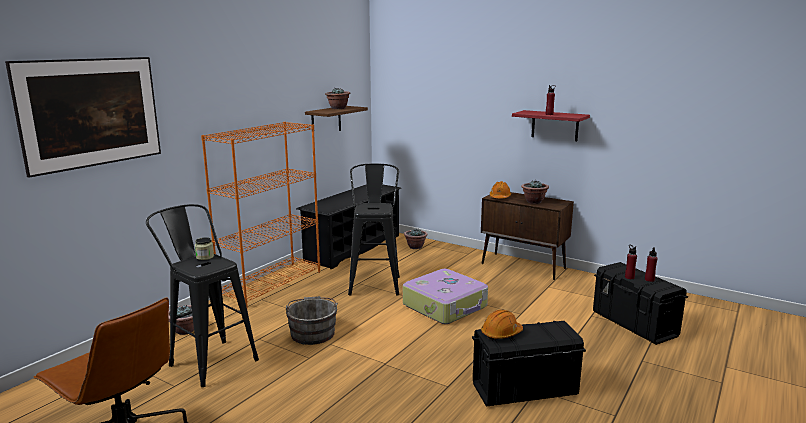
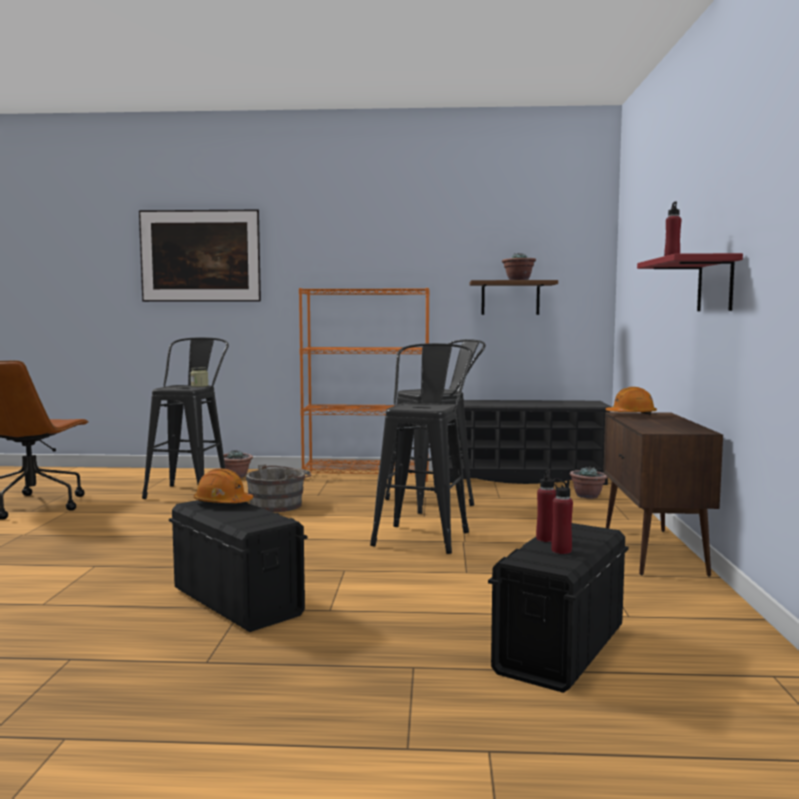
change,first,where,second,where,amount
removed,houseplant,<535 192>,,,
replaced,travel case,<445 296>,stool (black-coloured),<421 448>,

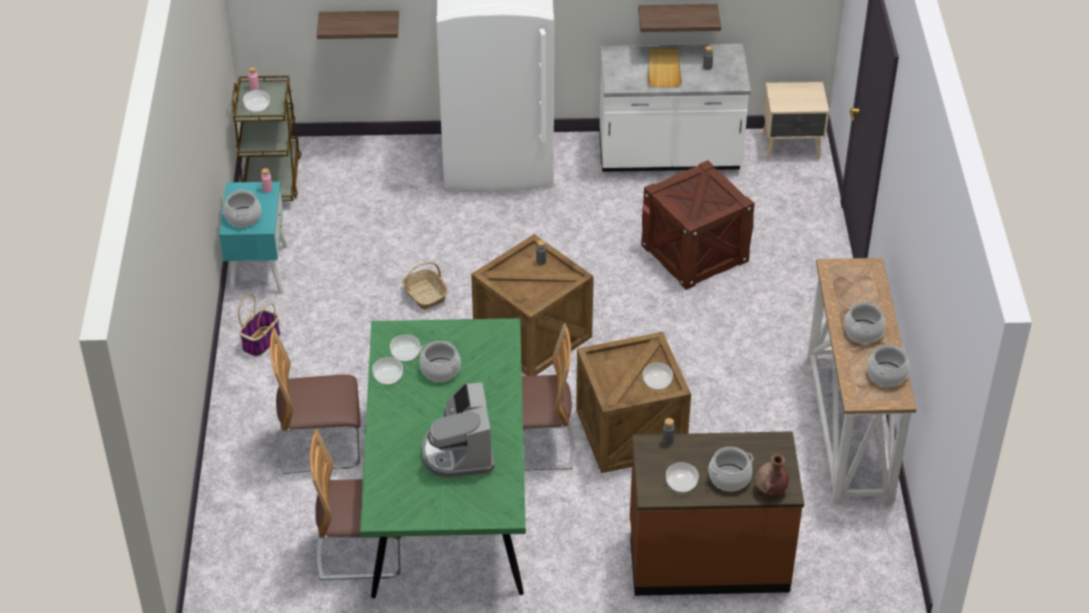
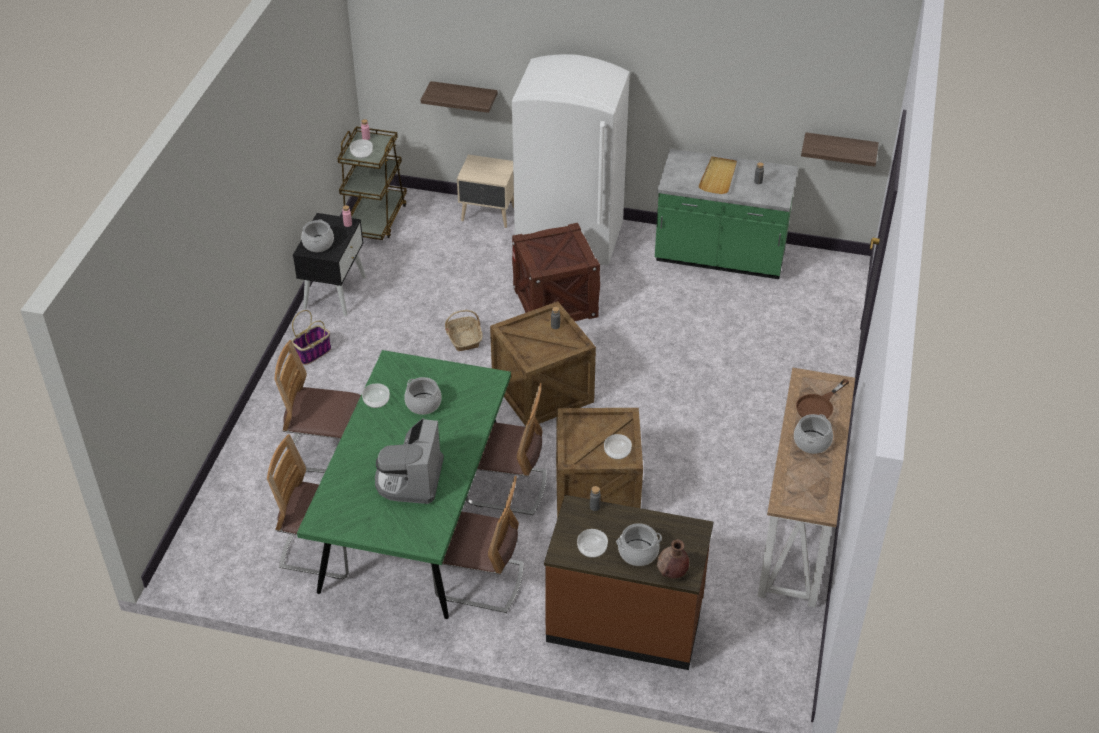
change,first,where,second,where,amount
moved,wall shelf,<679 18>,,<840 149>,
recoloured,counter (white),<675 108>,counter (greenish),<726 214>,
moved,night table (beige-coloured),<795 120>,,<485 191>,
moved,crate,<698 225>,,<556 272>,
recoloured,night table (turquoise),<253 238>,night table (black-coloured),<329 264>,
removed,deep dish,<405 348>,,,
removed,stockpot,<888 366>,,,
added,,,pan (brown-coloured),<823 399>,
added,,,plain chair,<477 544>,

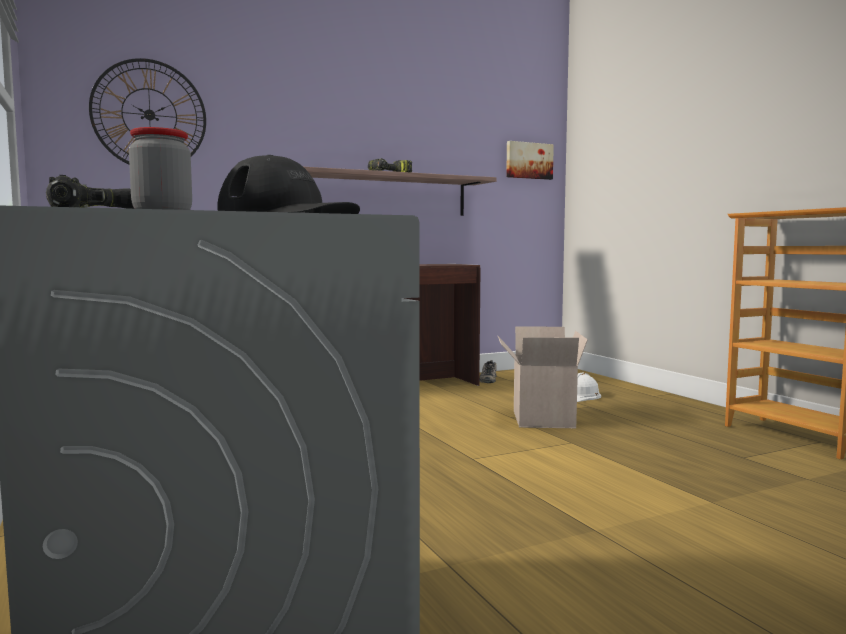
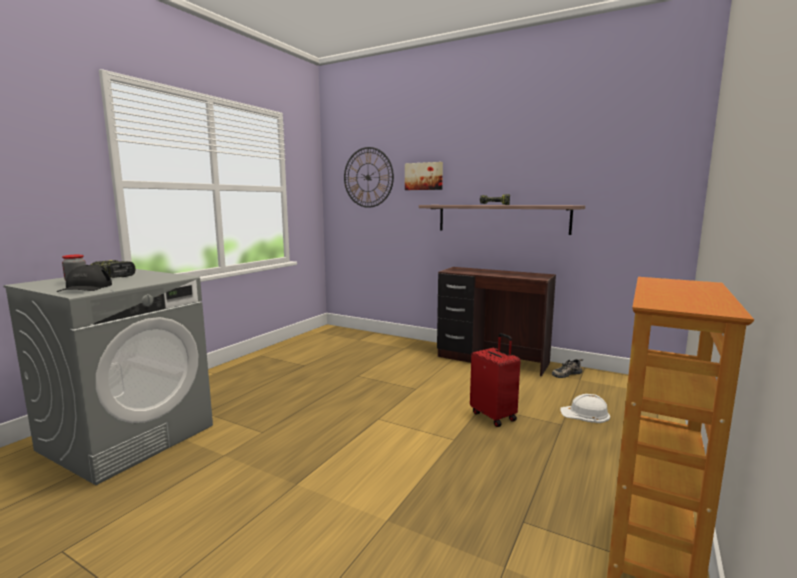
change,first,where,second,where,amount
moved,picture,<530 160>,,<424 176>,
replaced,cardboard box,<543 377>,travel case (red),<495 380>,

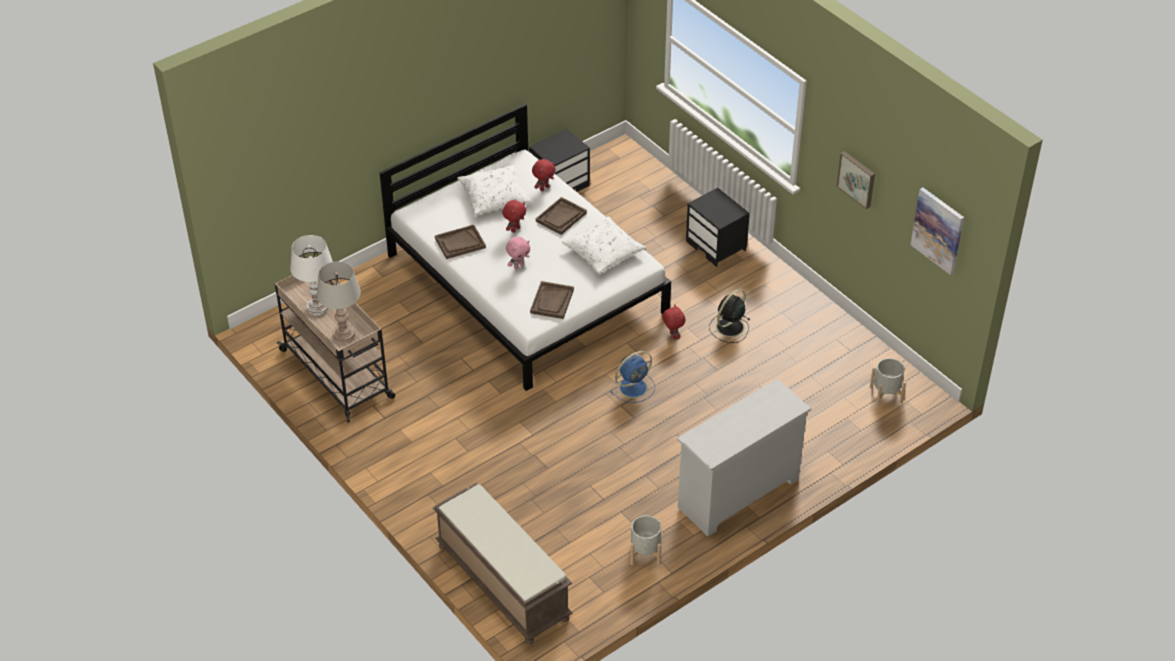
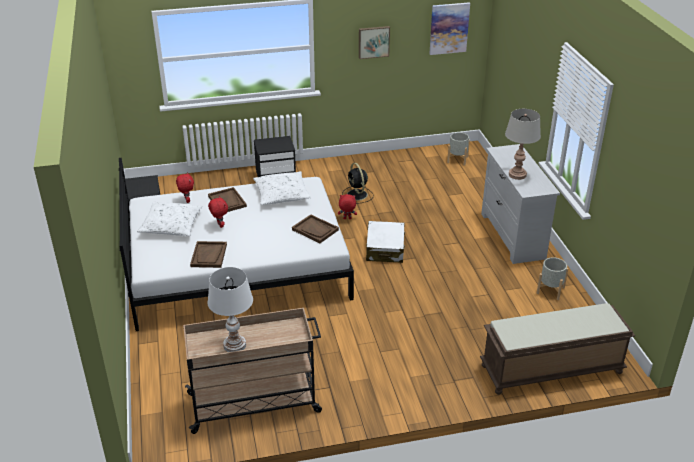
change,first,where,second,where,amount
removed,plush toy (pink-coloured),<518 252>,,,
moved,tabletop lamp (gray),<339 302>,,<523 144>,
replaced,cooling fan (blue),<632 377>,travel case (white),<385 242>,

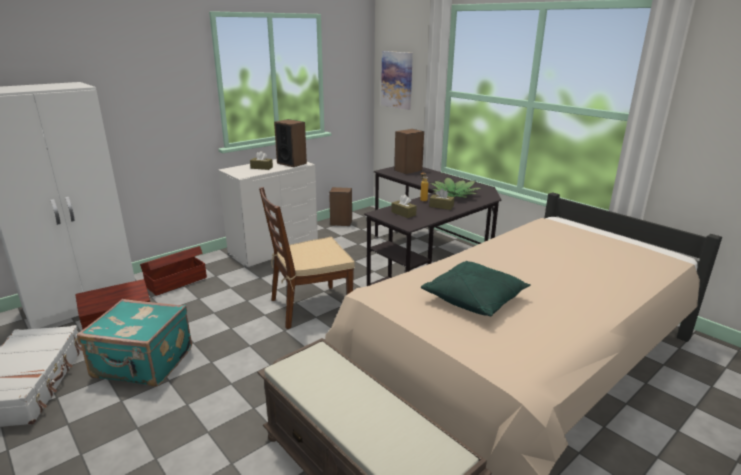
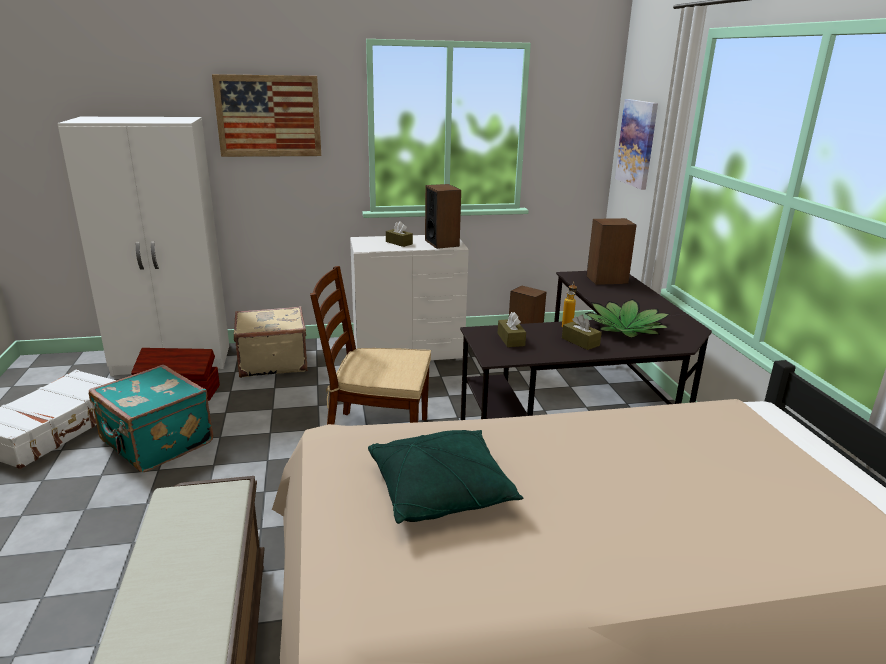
change,first,where,second,where,amount
replaced,storage container (brown-coloured),<173 271>,travel case (beige-coloured),<271 342>,
added,,,picture,<266 115>,

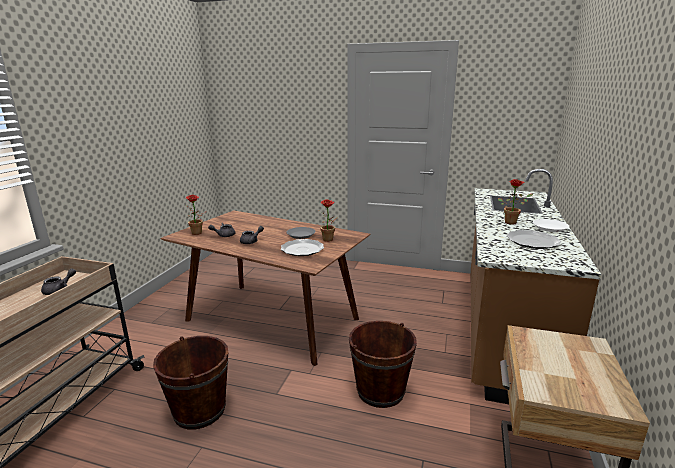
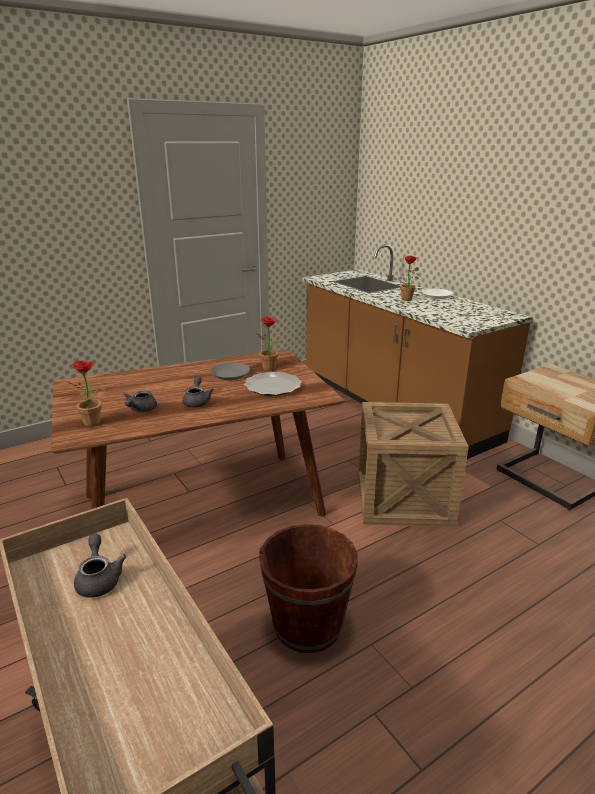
change,first,where,second,where,amount
removed,flat dish,<533 239>,,,
replaced,pail (brown-coloured),<383 364>,crate,<413 464>,

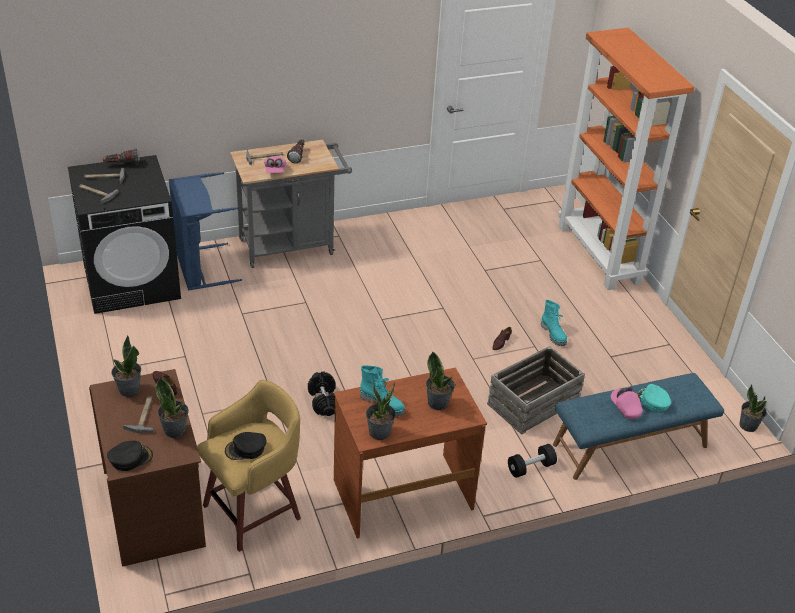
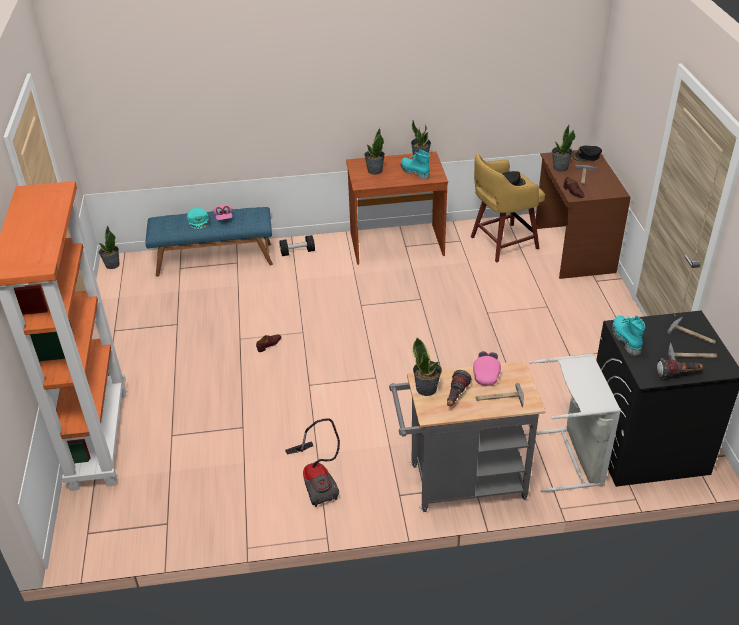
change,first,where,second,where,amount
recoloured,hamper (blue),<205 231>,hamper (gray),<572 423>,
moved,boot (turquoise),<554 323>,,<628 335>,
moved,houseplant,<126 366>,,<427 367>,
removed,crate,<536 390>,,,
removed,hand weight (black-coloured),<321 393>,,,
added,,,vacuum,<312 462>,

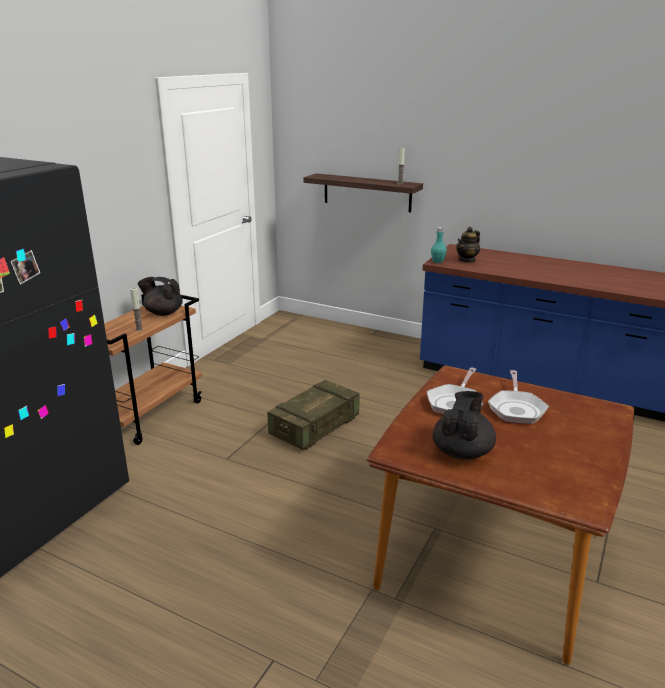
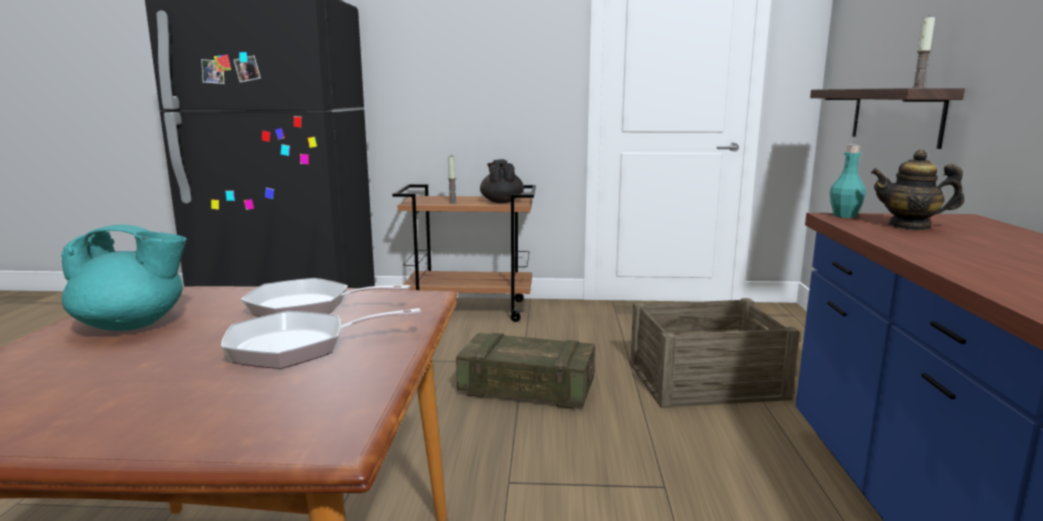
change,first,where,second,where,amount
recoloured,pot for tea (black-coloured),<464 425>,pot for tea (turquoise),<124 277>,
added,,,crate,<715 353>,

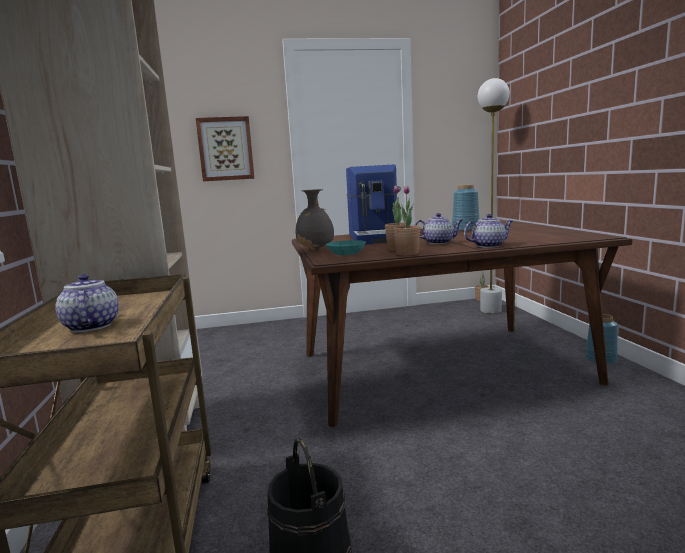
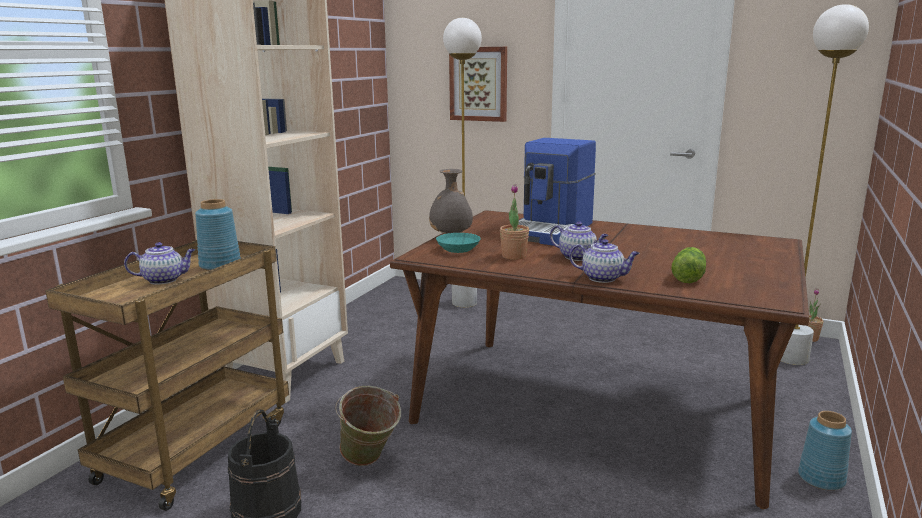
change,first,where,second,where,amount
moved,decorative vase (blue),<465 208>,,<218 235>,
removed,houseplant,<406 220>,,,
turned,pot for tea,<87 303>,,<159 263>,60 degrees clockwise
added,,,standard lamp (white),<462 163>,
added,,,head of lettuce,<688 265>,
added,,,pail (greenish),<368 426>,

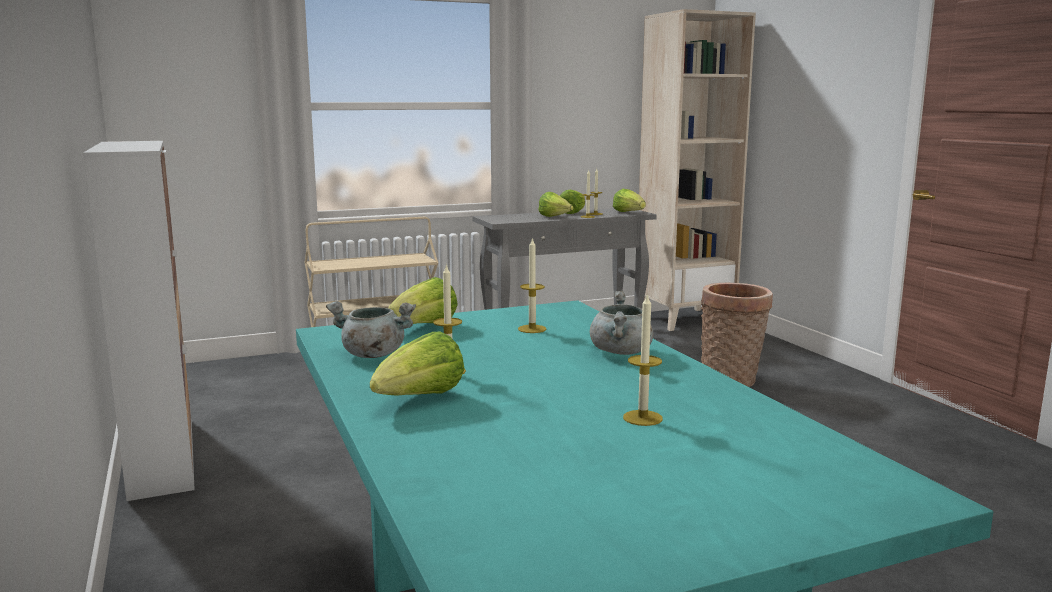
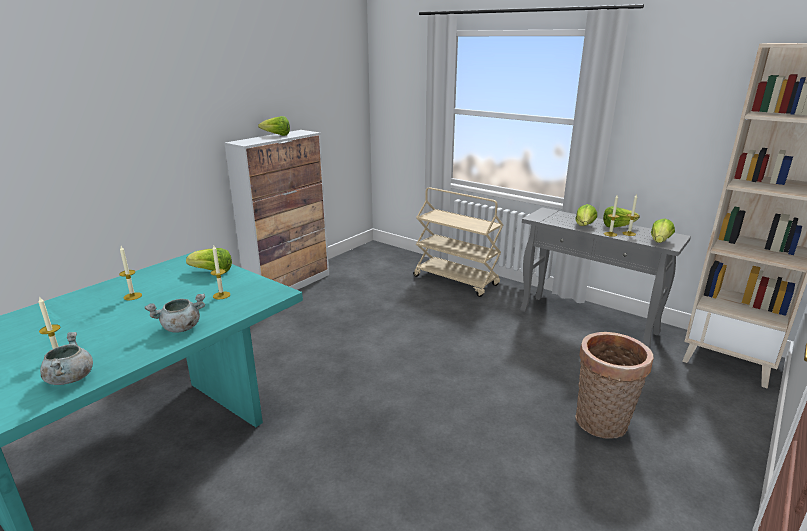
change,first,where,second,where,amount
moved,stockpot (gray),<371 329>,,<66 358>,
moved,head of lettuce,<417 364>,,<274 126>,

